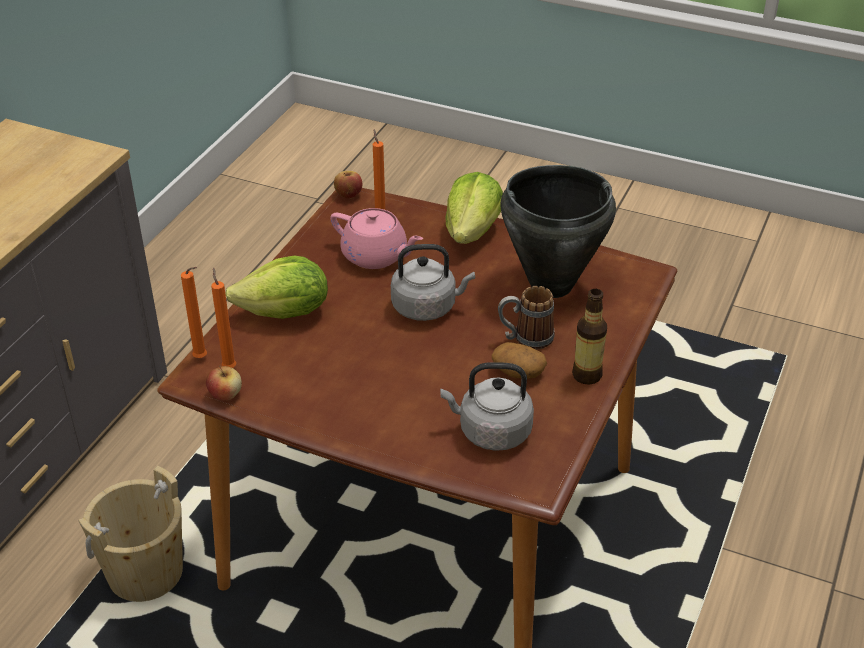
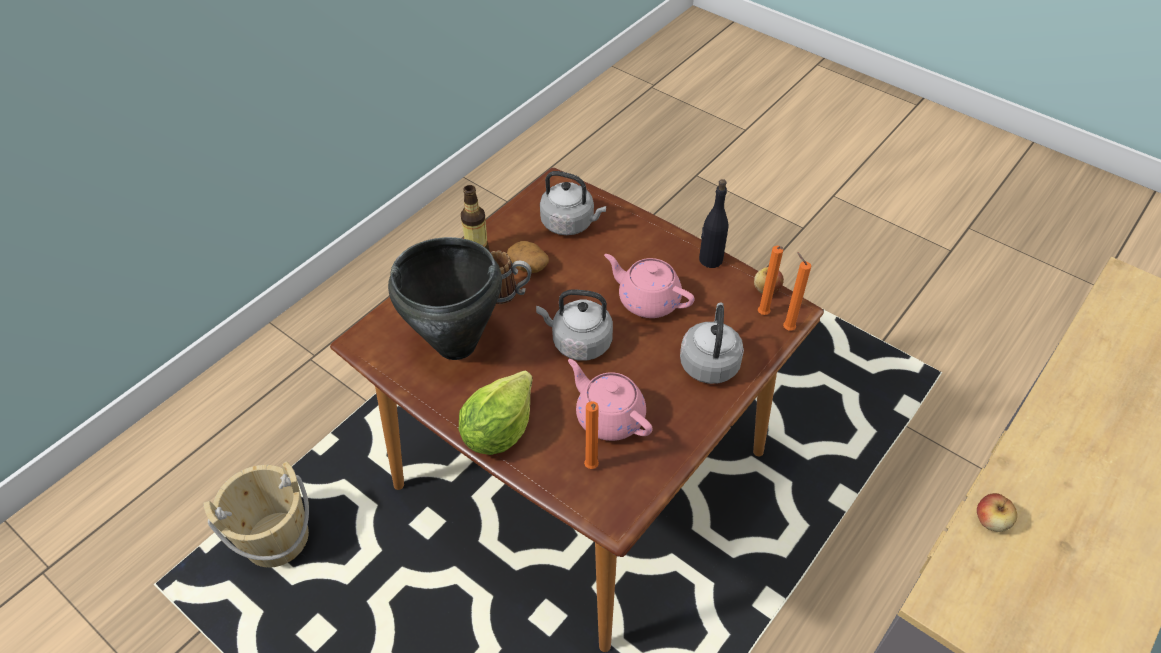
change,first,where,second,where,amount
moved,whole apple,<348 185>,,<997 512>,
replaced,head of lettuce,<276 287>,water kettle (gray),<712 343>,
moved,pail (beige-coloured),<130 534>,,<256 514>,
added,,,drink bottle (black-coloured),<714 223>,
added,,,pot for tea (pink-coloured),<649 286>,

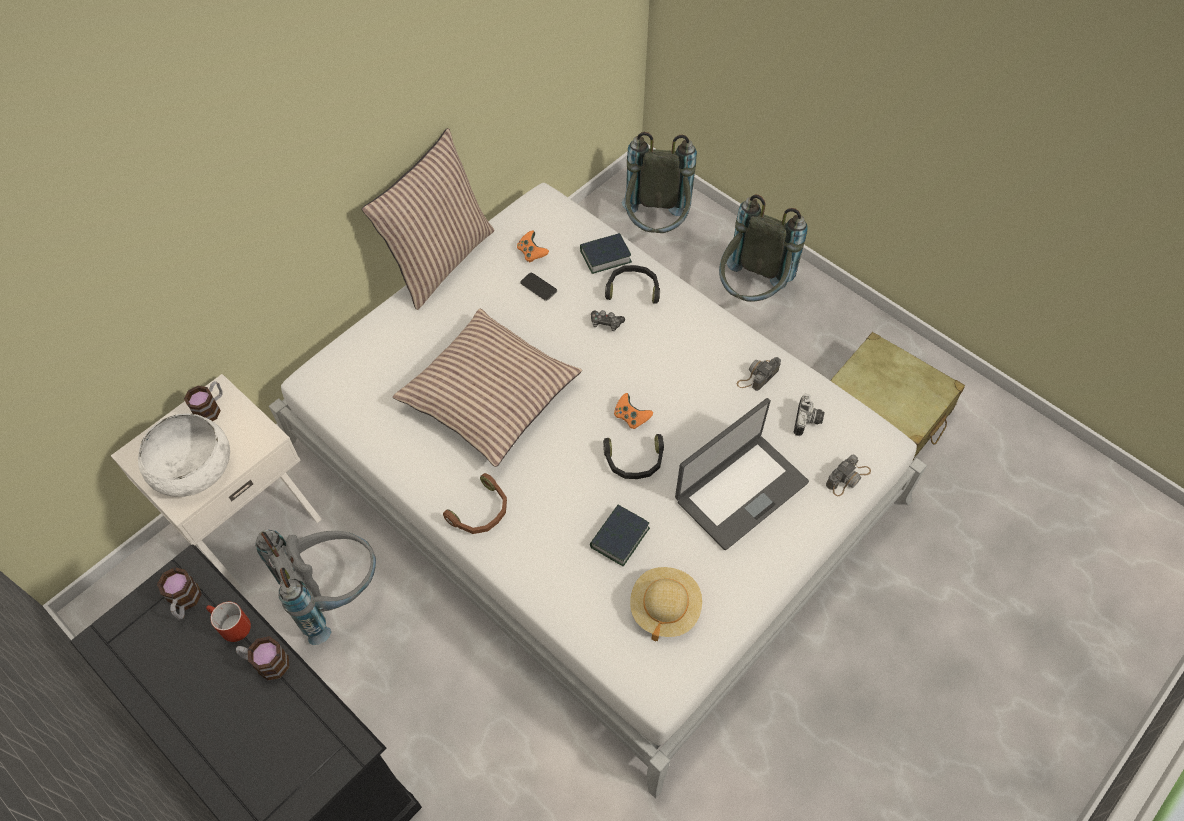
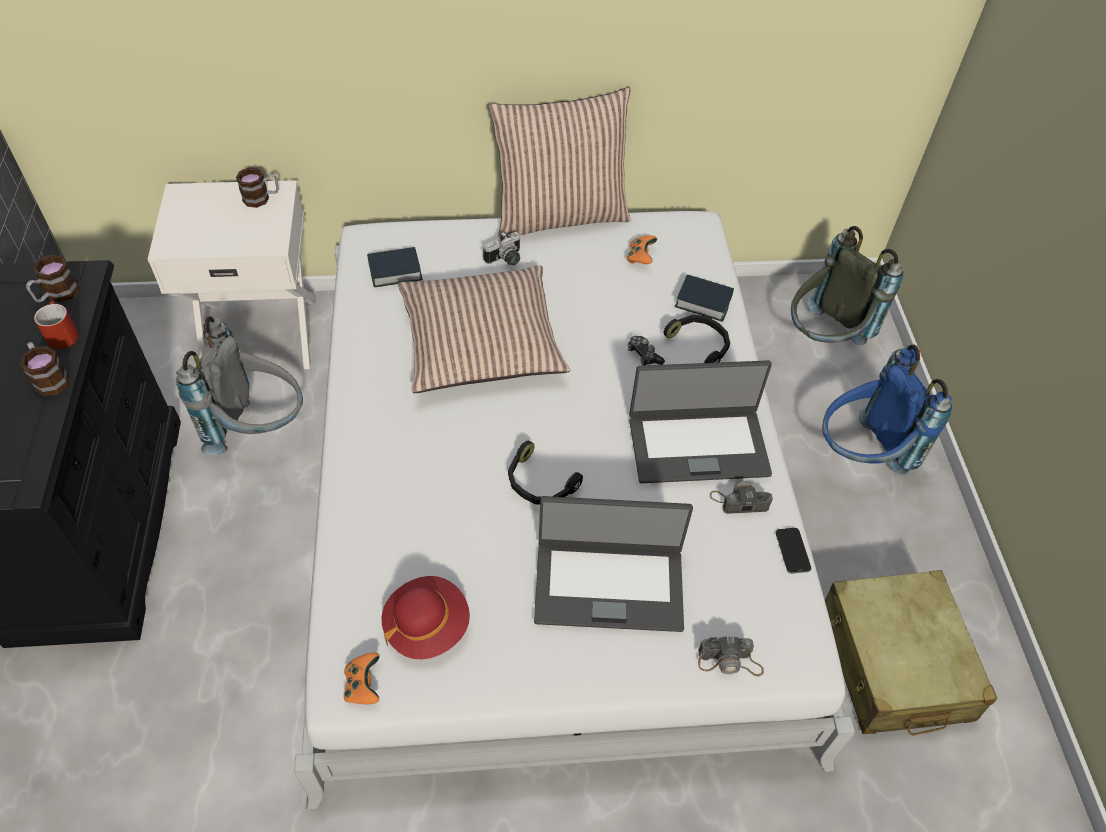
change,first,where,second,where,amount
recoloured,rucksack (gray),<763 248>,rucksack (blue),<887 410>,
moved,telephone,<538 287>,,<793 551>,
moved,game controller (orangey),<633 411>,,<362 678>,
moved,still camera,<809 415>,,<501 249>,
removed,deep dish (white),<184 455>,,,
removed,pair of headphones (brown-coloured),<475 503>,,,
moved,volume,<620 535>,,<395 267>,
recoloured,hat (beige-coloured),<666 604>,hat (red),<425 617>,
added,,,laptop,<700 421>,

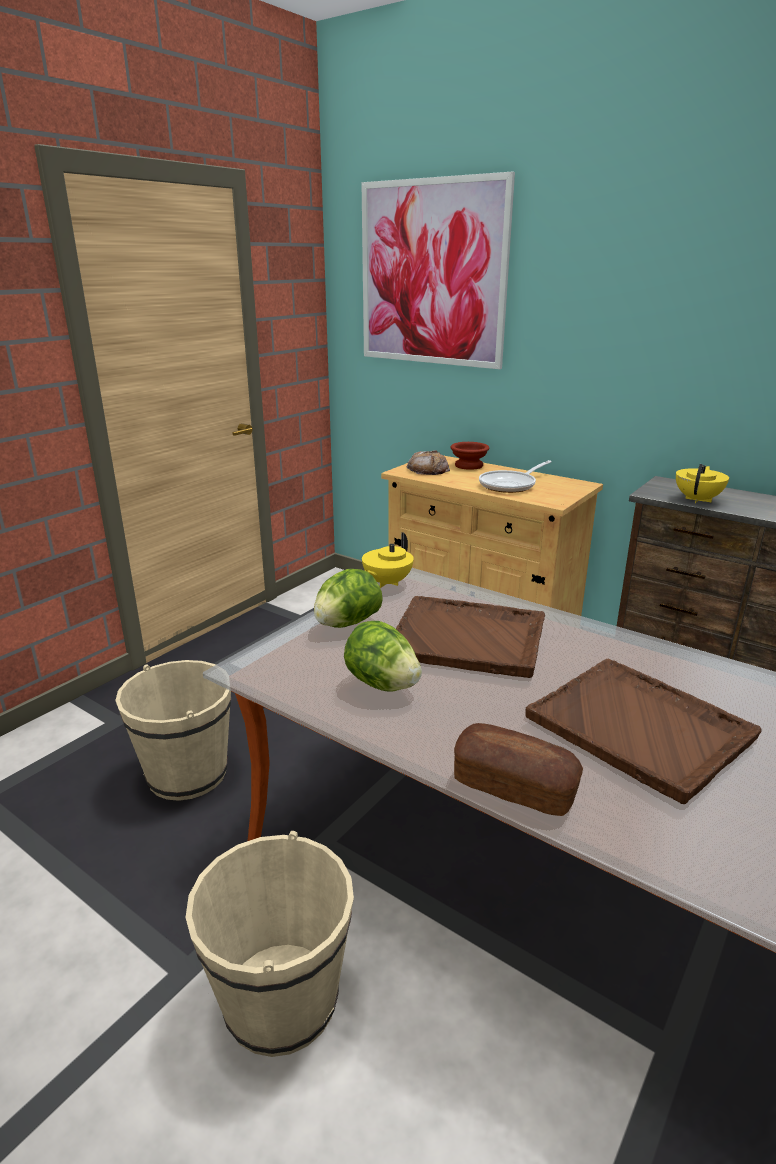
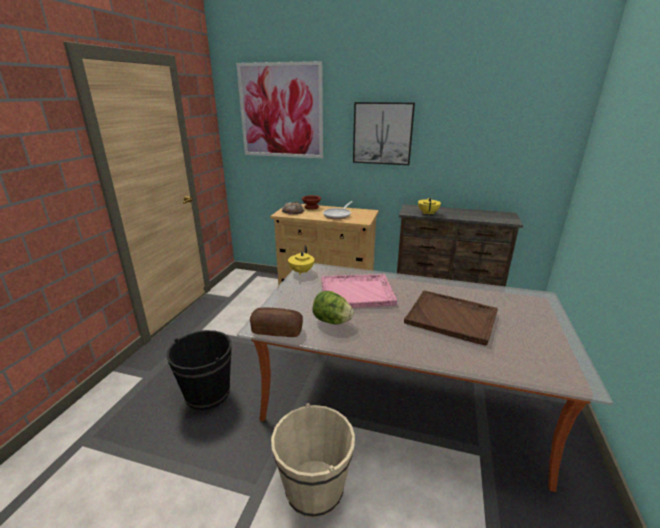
change,first,where,second,where,amount
removed,head of lettuce,<348 598>,,,
recoloured,tray (brown-coloured),<470 637>,tray (pink-coloured),<359 291>,
recoloured,pail (beige-coloured),<173 730>,pail (black-coloured),<198 370>,
moved,bread,<518 769>,,<276 322>,
added,,,picture,<384 133>,

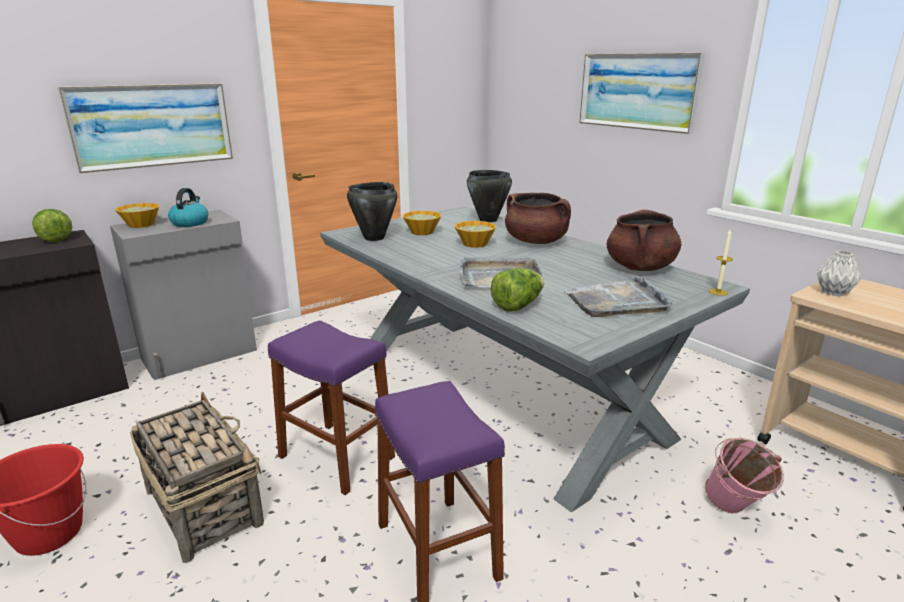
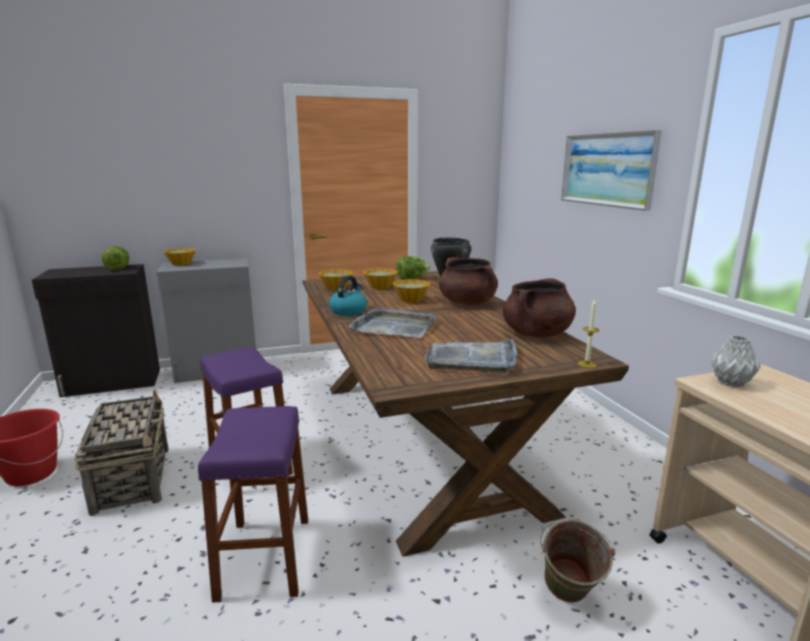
change,first,where,second,where,amount
removed,picture,<145 128>,,,
replaced,stockpot (black-coloured),<372 211>,deep dish,<335 279>,
moved,water kettle,<188 207>,,<348 296>,
recoloured,dining table (gray),<535 359>,dining table (brown-coloured),<465 414>,
moved,head of lettuce,<517 290>,,<413 268>,
recoloured,pail (pink-coloured),<744 475>,pail (greenish),<578 561>,

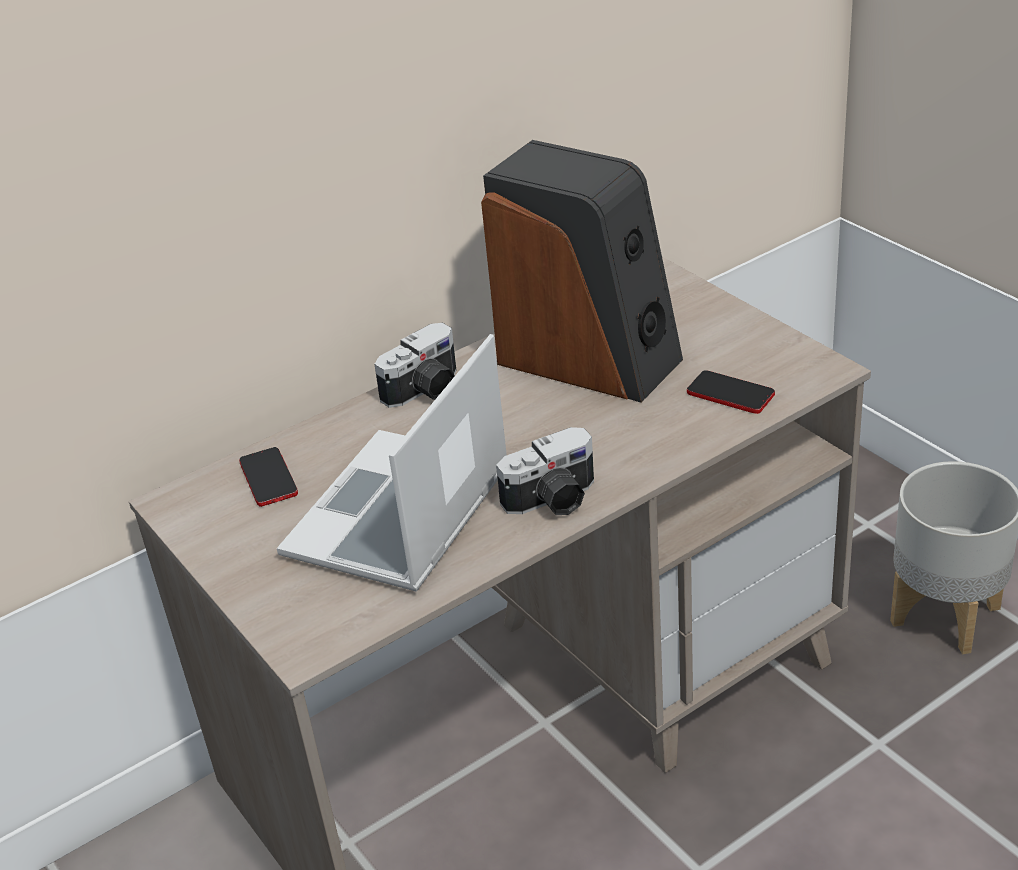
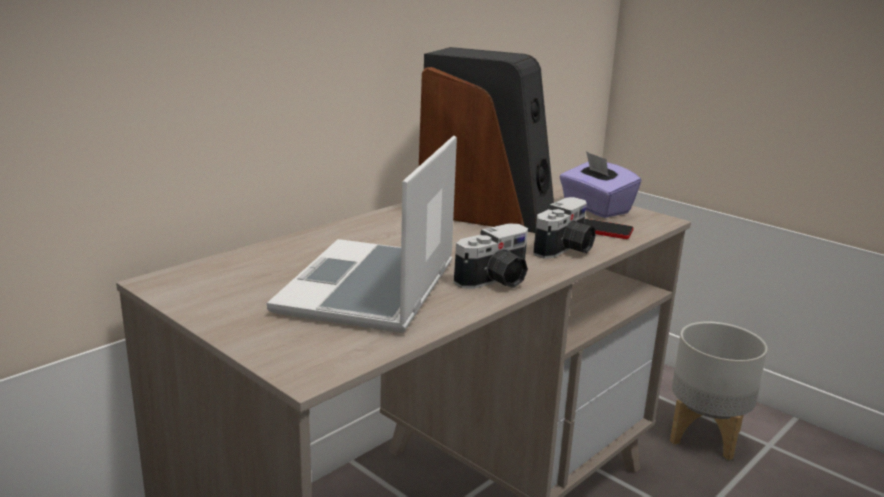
change,first,where,second,where,amount
moved,still camera,<415 365>,,<564 228>,
removed,telephone,<268 477>,,,
added,,,tissue holder (purple-coloured),<600 184>,

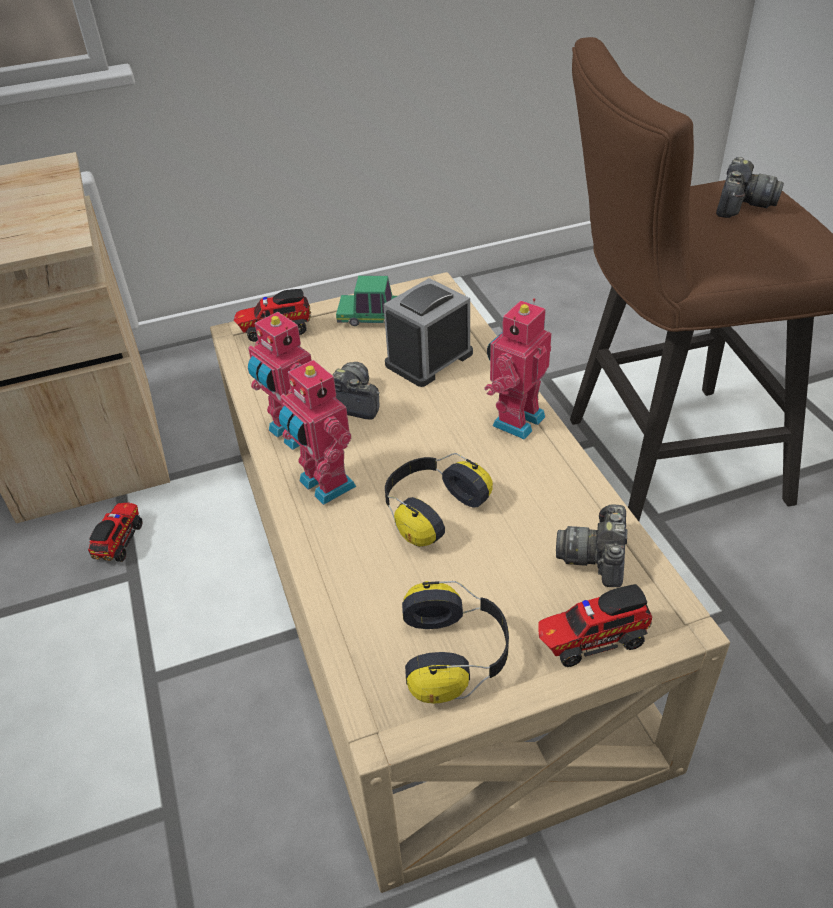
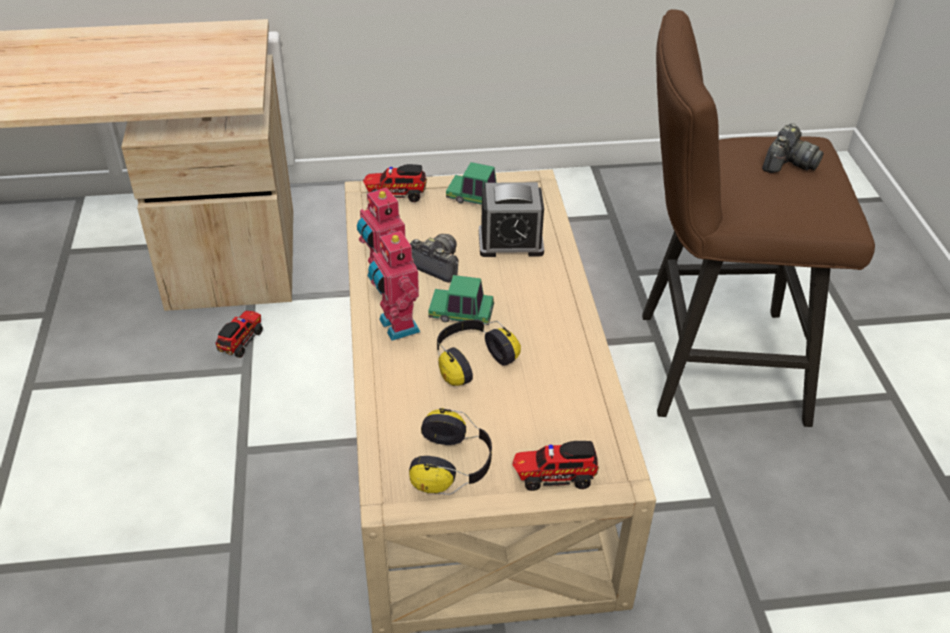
change,first,where,second,where,amount
turned,table clock,<428 332>,,<511 219>,150 degrees counterclockwise
removed,toy robot,<517 369>,,,
removed,still camera,<592 546>,,,
added,,,toy car,<461 300>,

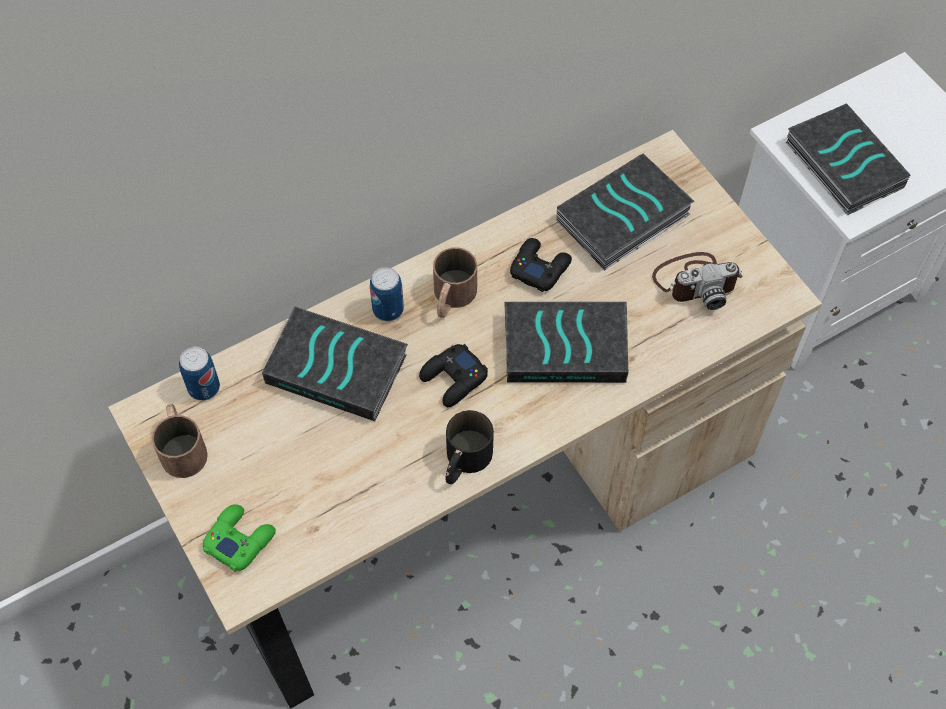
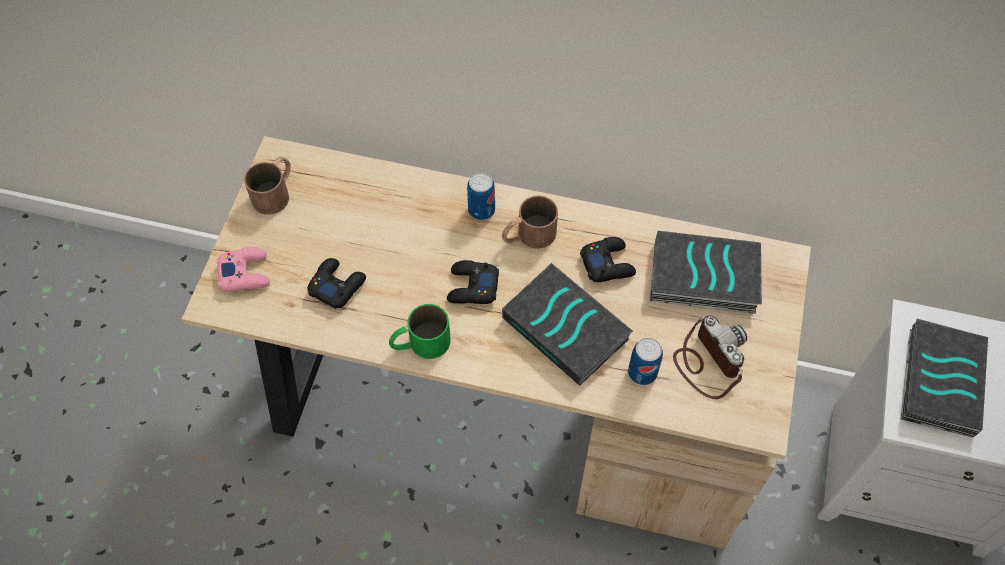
change,first,where,second,where,amount
turned,still camera,<697 281>,,<710 357>,150 degrees counterclockwise
removed,volume,<335 364>,,,
moved,can,<199 374>,,<645 361>,
recoloured,tea mug (black-coloured),<469 447>,tea mug (greenish),<419 331>,
recoloured,game controller (greenish),<239 538>,game controller (pink-coloured),<243 269>,
added,,,game controller (black-coloured),<336 283>,

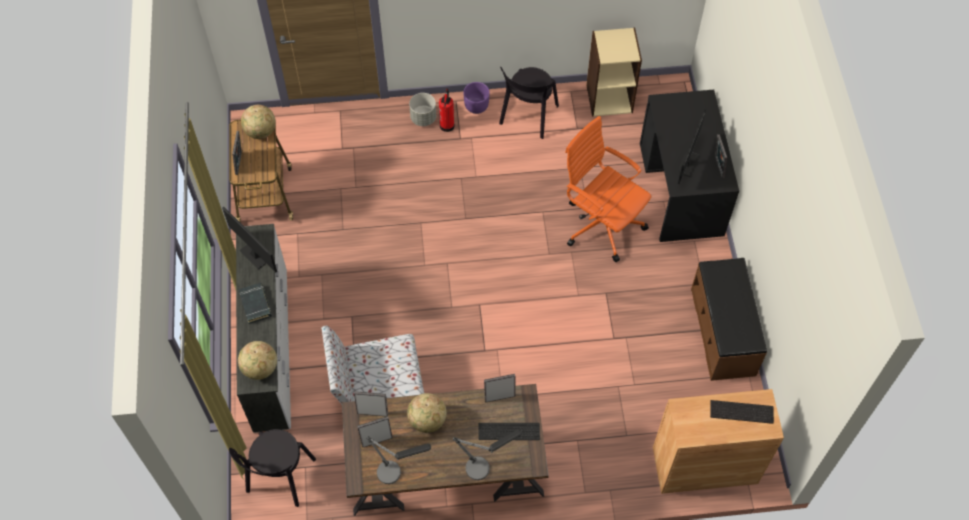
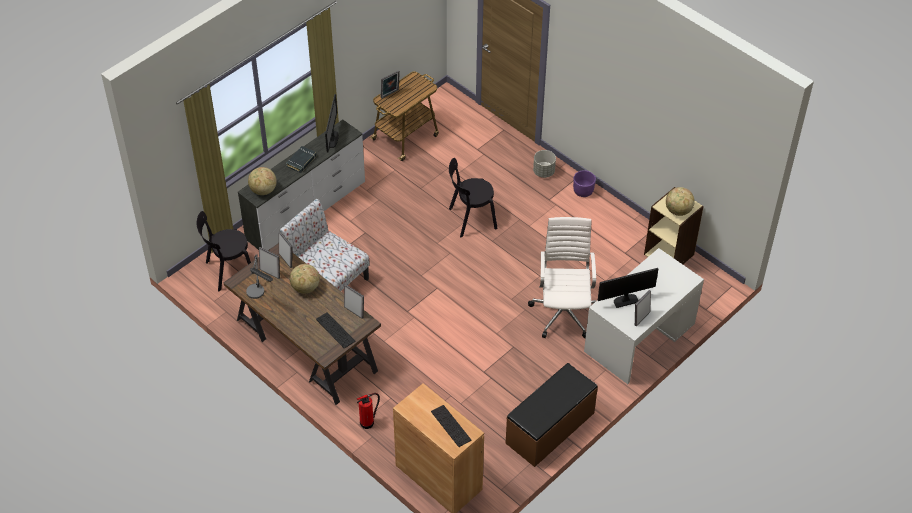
change,first,where,second,where,amount
moved,plain chair (black-coloured),<529 102>,,<473 197>,
moved,fire extinguisher,<447 110>,,<368 411>,
recoloured,desk unit (black-coloured),<689 166>,desk unit (white),<644 316>,
moved,world globe,<258 122>,,<680 201>,
recoloured,desk chair (orangey),<608 189>,desk chair (white),<562 278>,
removed,tabletop lamp,<487 454>,,,

